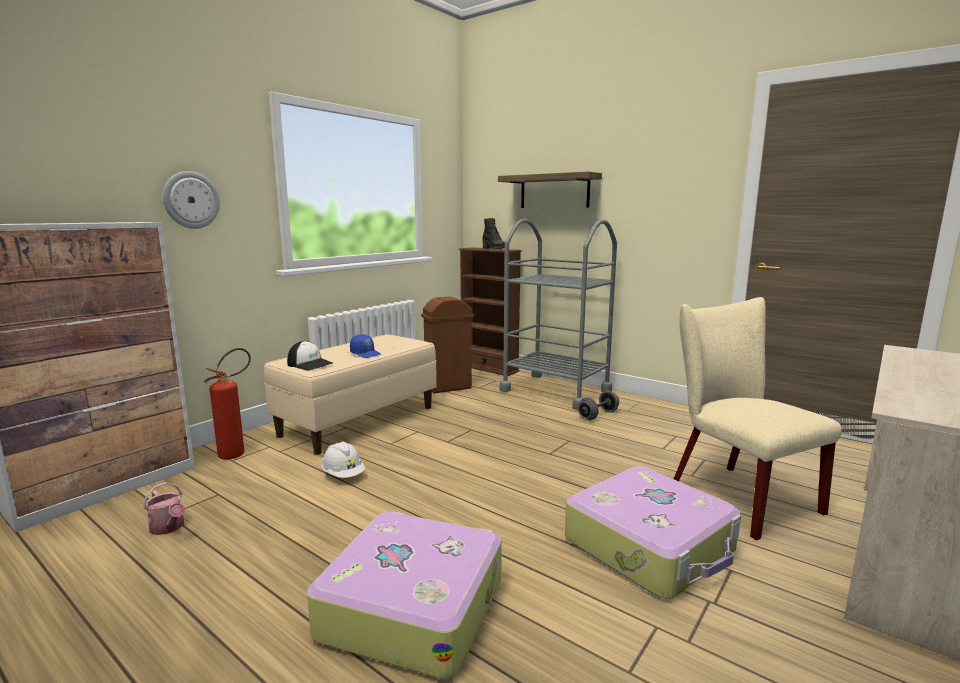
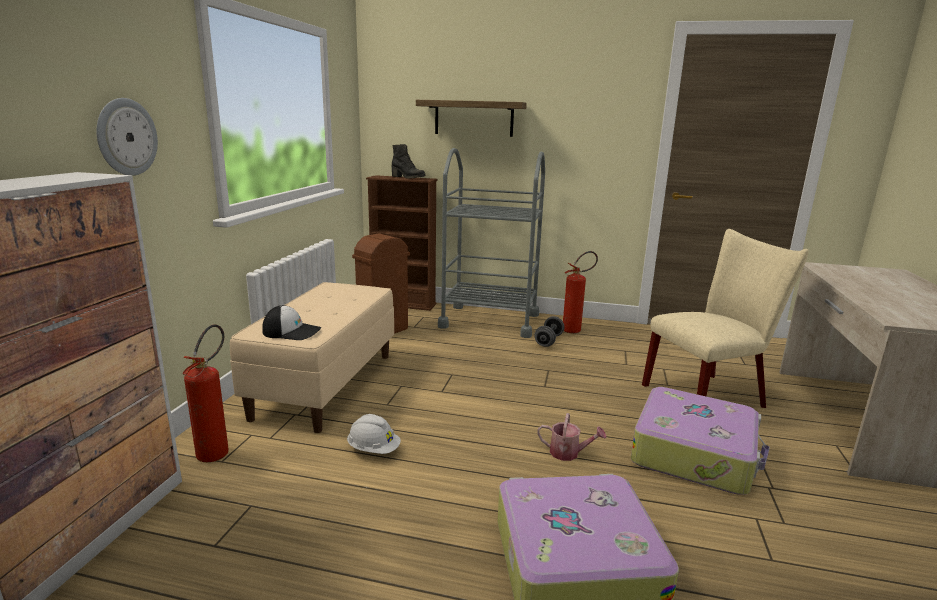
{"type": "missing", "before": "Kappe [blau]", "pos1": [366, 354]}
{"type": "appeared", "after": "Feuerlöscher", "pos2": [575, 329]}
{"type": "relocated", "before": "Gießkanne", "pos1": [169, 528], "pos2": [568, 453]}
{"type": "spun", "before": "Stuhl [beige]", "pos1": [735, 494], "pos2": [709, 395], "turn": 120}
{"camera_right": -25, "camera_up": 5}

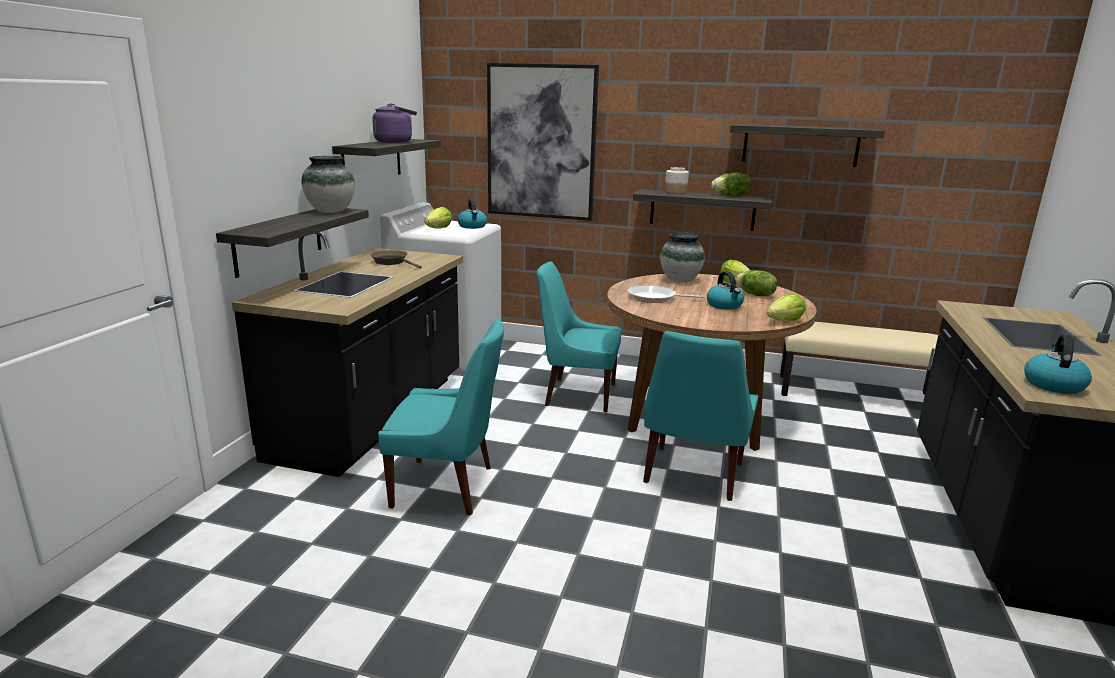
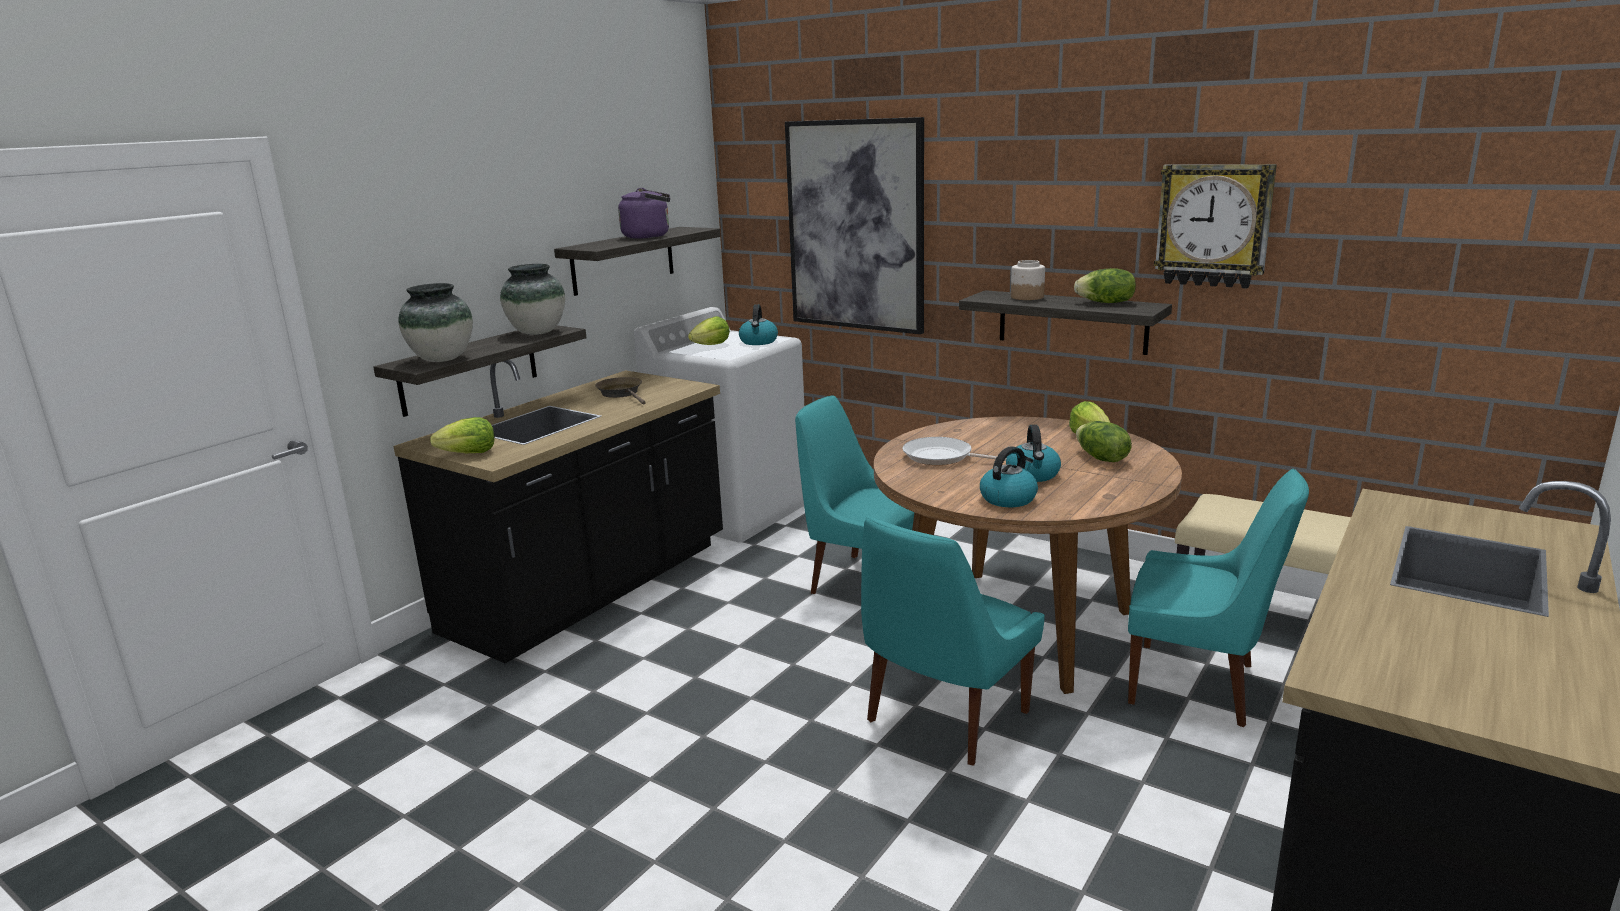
{"type": "relocated", "before": "Stuhl [türkis]", "pos1": [447, 487], "pos2": [1198, 685]}
{"type": "relocated", "before": "Vase", "pos1": [680, 280], "pos2": [443, 359]}
{"type": "relocated", "before": "Salatkopf", "pos1": [784, 321], "pos2": [469, 454]}
{"type": "relocated", "before": "Wasserkessel", "pos1": [1053, 384], "pos2": [1008, 498]}
{"type": "exchanged", "before": "Wandregal", "after": "Wanduhr", "pos1": [800, 145], "pos2": [1213, 225]}
{"camera_right": 20, "camera_up": 0}

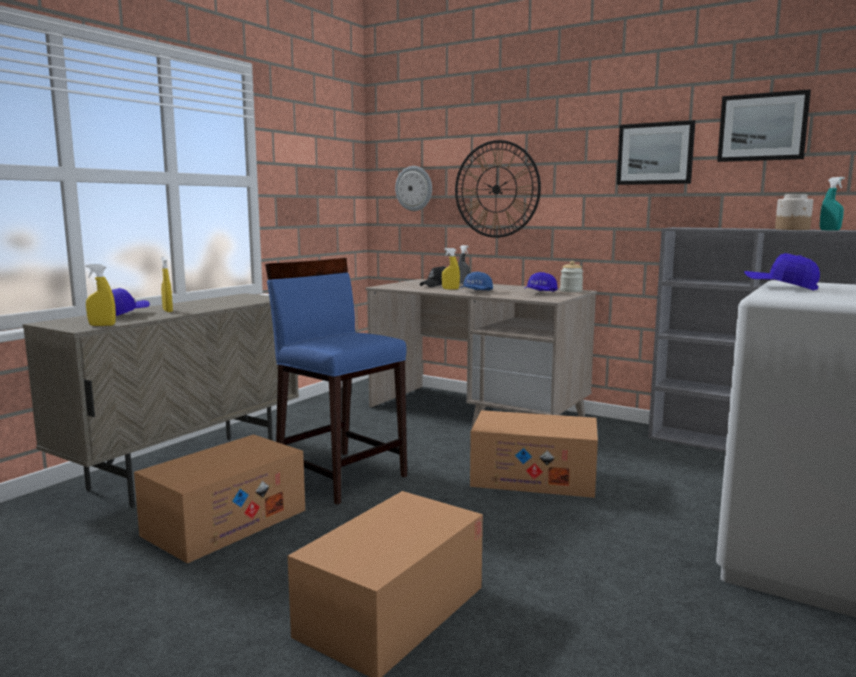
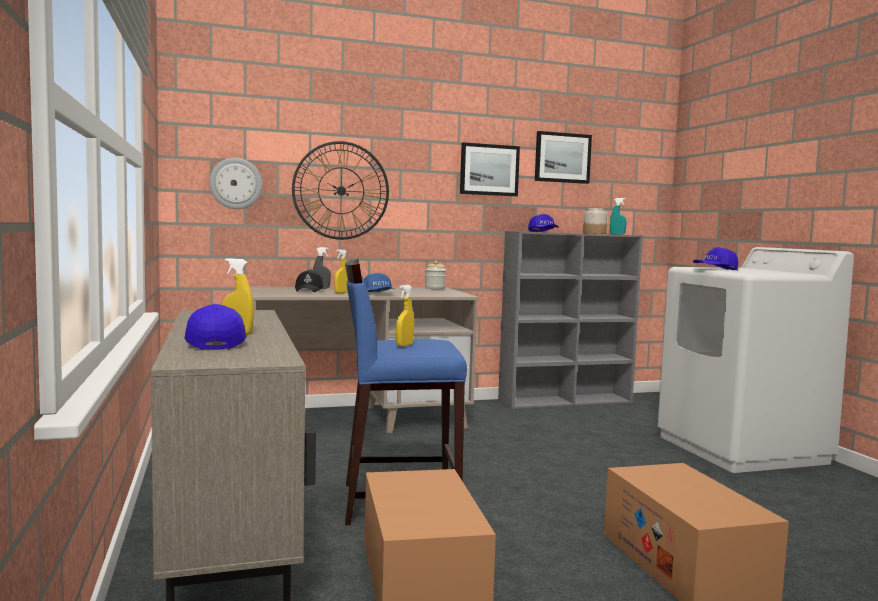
{"type": "missing", "before": "Karton", "pos1": [533, 478]}
{"type": "relocated", "before": "Sprühflasche [gelb]", "pos1": [102, 325], "pos2": [404, 345]}
{"type": "relocated", "before": "Kappe [blau]", "pos1": [540, 293], "pos2": [543, 232]}
{"camera_right": -50, "camera_up": -5}

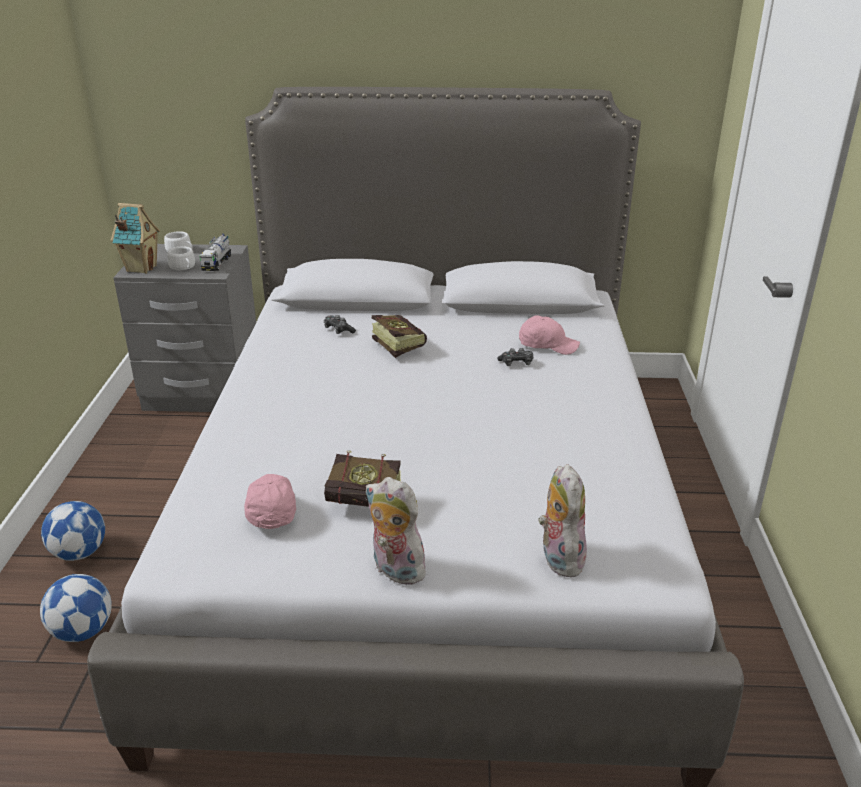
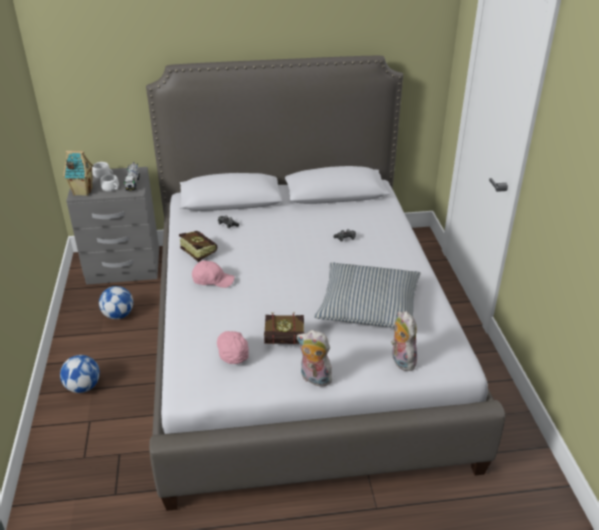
{"type": "appeared", "after": "Kissen", "pos2": [368, 306]}
{"type": "relocated", "before": "Fußball", "pos1": [83, 631], "pos2": [118, 315]}
{"type": "relocated", "before": "Buch", "pos1": [395, 345], "pos2": [196, 252]}
{"type": "relocated", "before": "Kappe [rosa]", "pos1": [547, 345], "pos2": [212, 280]}
{"camera_right": -10, "camera_up": 5}

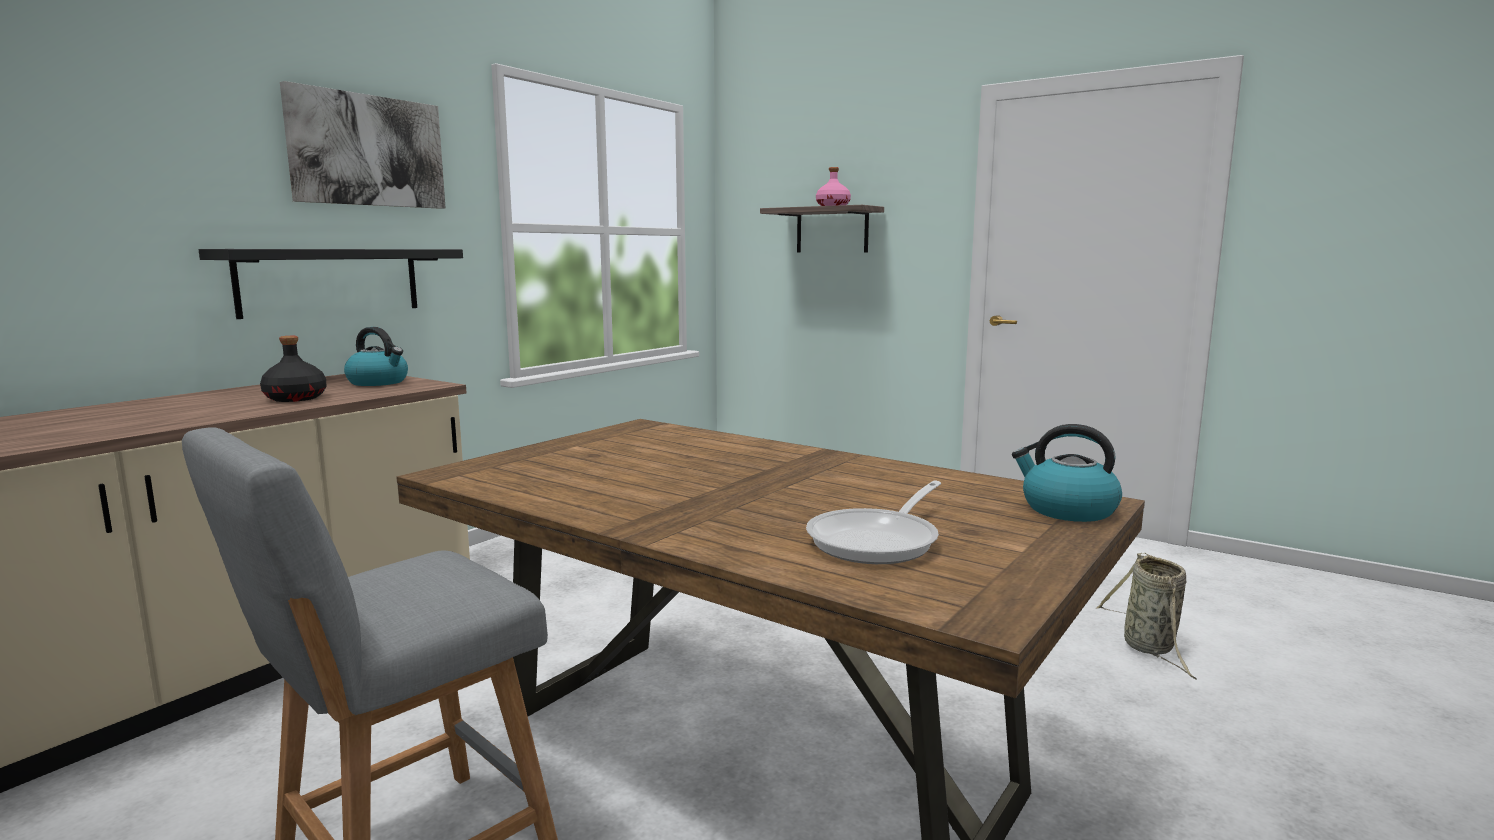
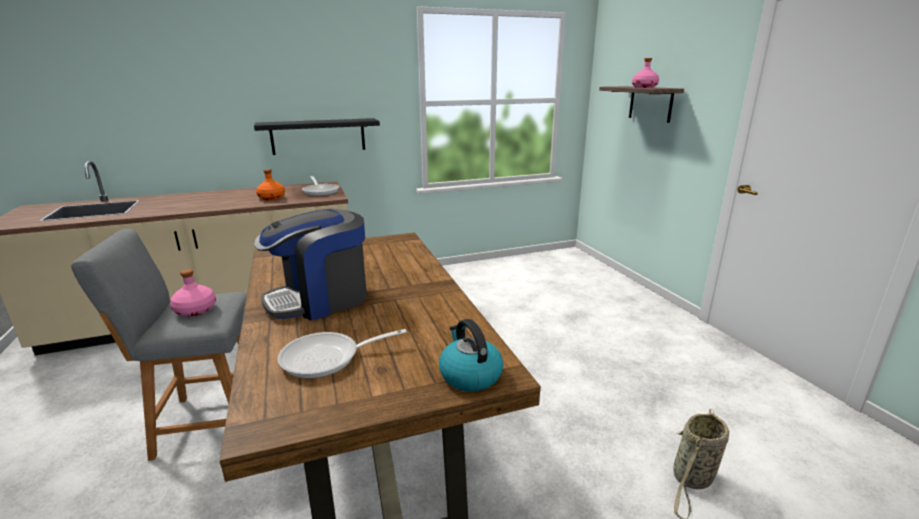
{"type": "missing", "before": "Bild", "pos1": [367, 151]}
{"type": "appeared", "after": "Flasche [rosa]", "pos2": [195, 310]}
{"type": "appeared", "after": "Kaffeemaschine", "pos2": [320, 299]}
{"type": "exchanged", "before": "Wasserkessel", "after": "Pfanne", "pos1": [379, 382], "pos2": [320, 191]}
{"type": "colour", "before": "Flasche [schwarz]", "after": "Flasche [orange]", "pos1": [296, 398], "pos2": [271, 198]}
{"camera_right": 35, "camera_up": 10}

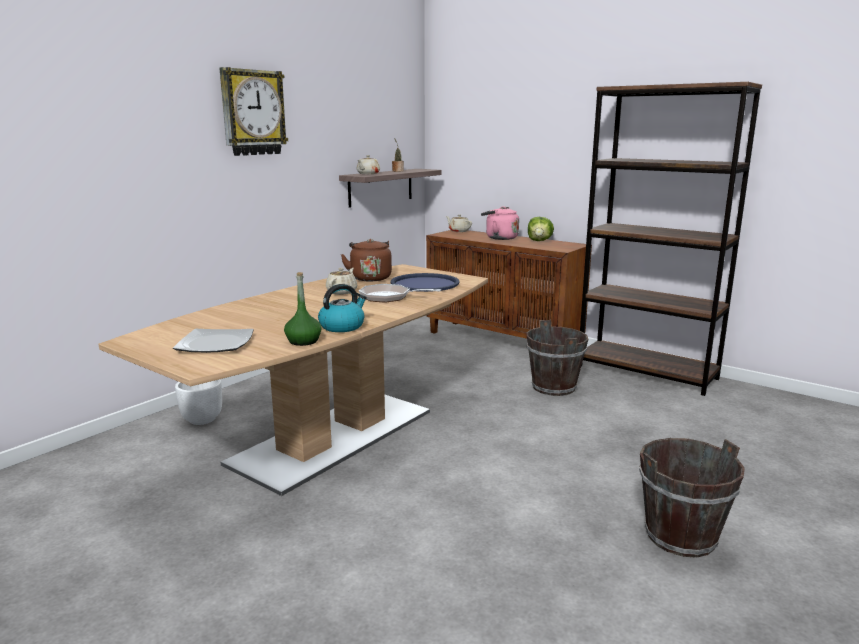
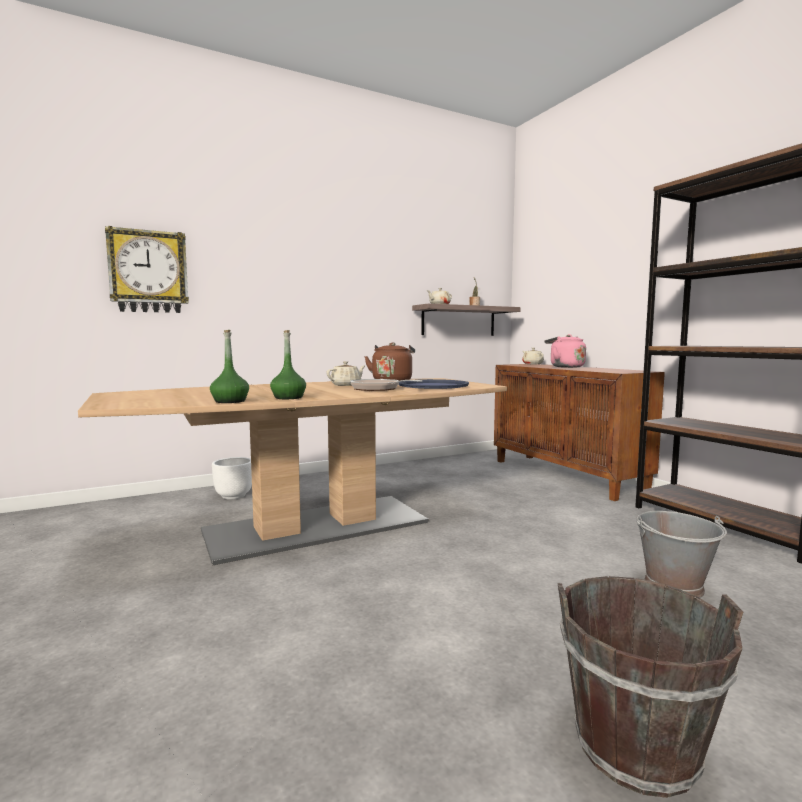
{"type": "missing", "before": "Teller", "pos1": [216, 343]}
{"type": "missing", "before": "Eimer [braun]", "pos1": [553, 387]}
{"type": "missing", "before": "Salatkopf", "pos1": [539, 241]}
{"type": "appeared", "after": "Eimer [grau]", "pos2": [674, 586]}
{"type": "relocated", "before": "Wanduhr", "pos1": [252, 113], "pos2": [148, 272]}
{"type": "exchanged", "before": "Wasserkessel", "after": "Flasche [grün]", "pos1": [342, 326], "pos2": [288, 398]}
{"camera_right": 25, "camera_up": -10}

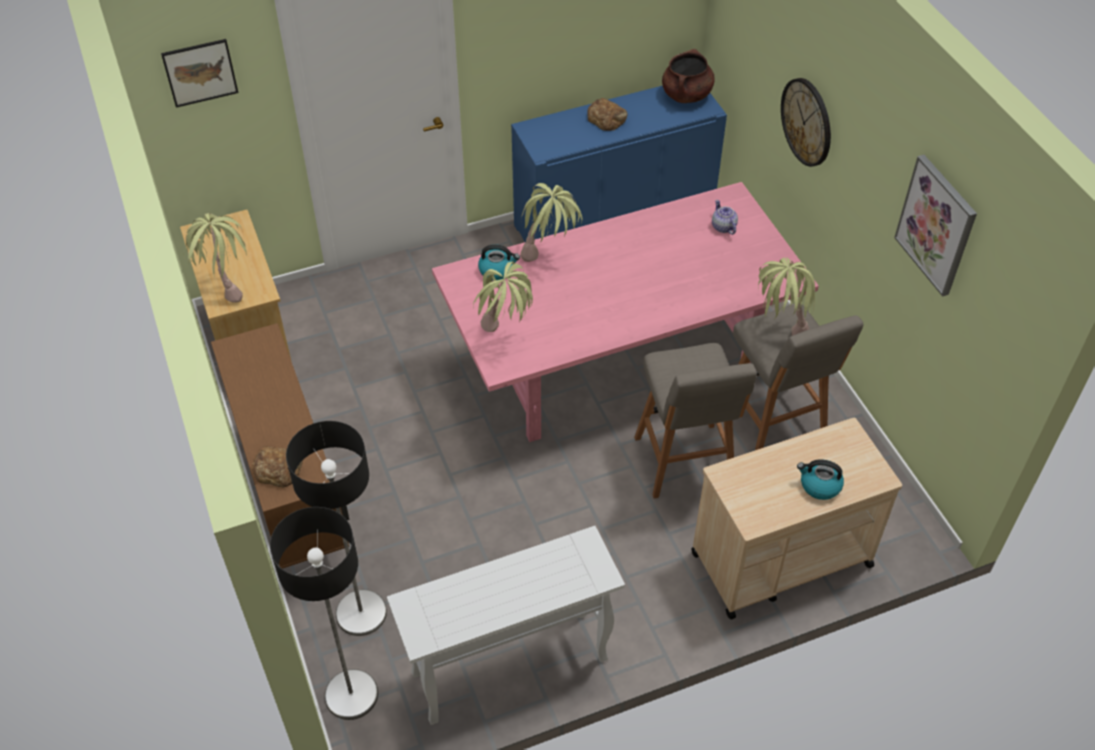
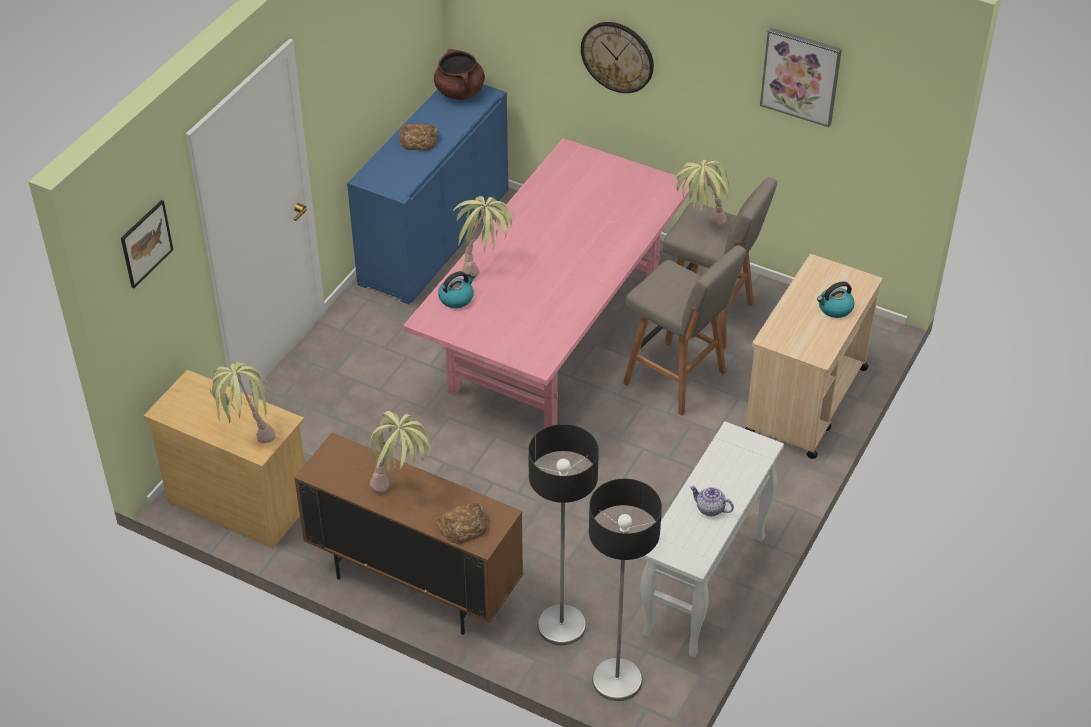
{"type": "relocated", "before": "Topfpflanze", "pos1": [506, 338], "pos2": [402, 487]}
{"type": "relocated", "before": "Teekanne", "pos1": [723, 227], "pos2": [710, 509]}
{"camera_right": -40, "camera_up": -5}

